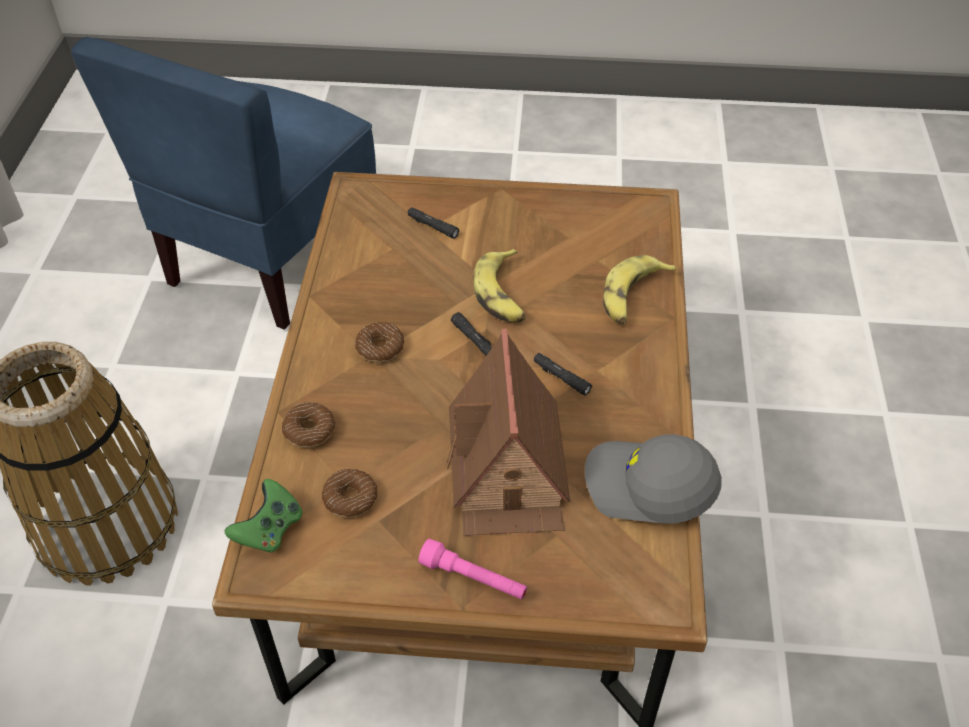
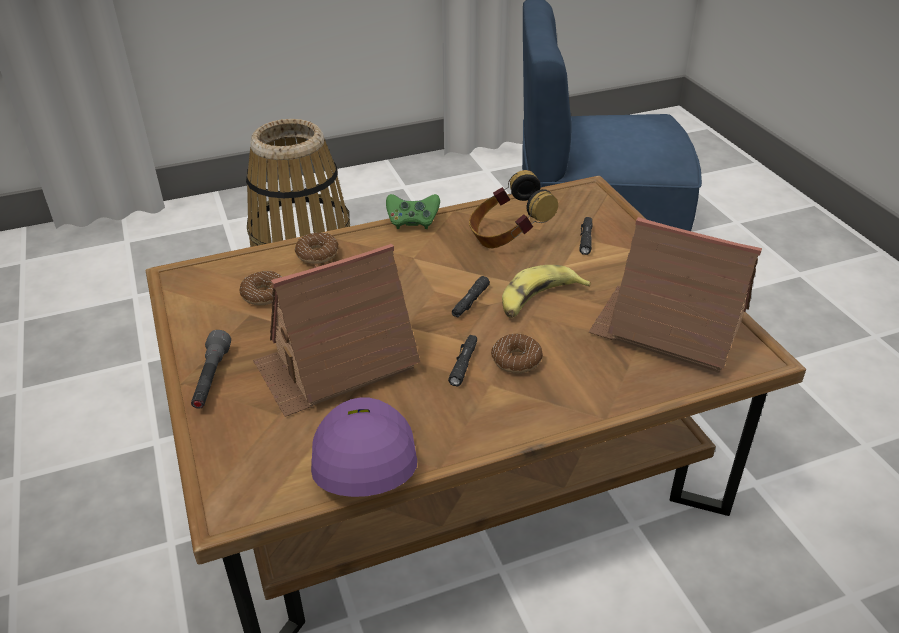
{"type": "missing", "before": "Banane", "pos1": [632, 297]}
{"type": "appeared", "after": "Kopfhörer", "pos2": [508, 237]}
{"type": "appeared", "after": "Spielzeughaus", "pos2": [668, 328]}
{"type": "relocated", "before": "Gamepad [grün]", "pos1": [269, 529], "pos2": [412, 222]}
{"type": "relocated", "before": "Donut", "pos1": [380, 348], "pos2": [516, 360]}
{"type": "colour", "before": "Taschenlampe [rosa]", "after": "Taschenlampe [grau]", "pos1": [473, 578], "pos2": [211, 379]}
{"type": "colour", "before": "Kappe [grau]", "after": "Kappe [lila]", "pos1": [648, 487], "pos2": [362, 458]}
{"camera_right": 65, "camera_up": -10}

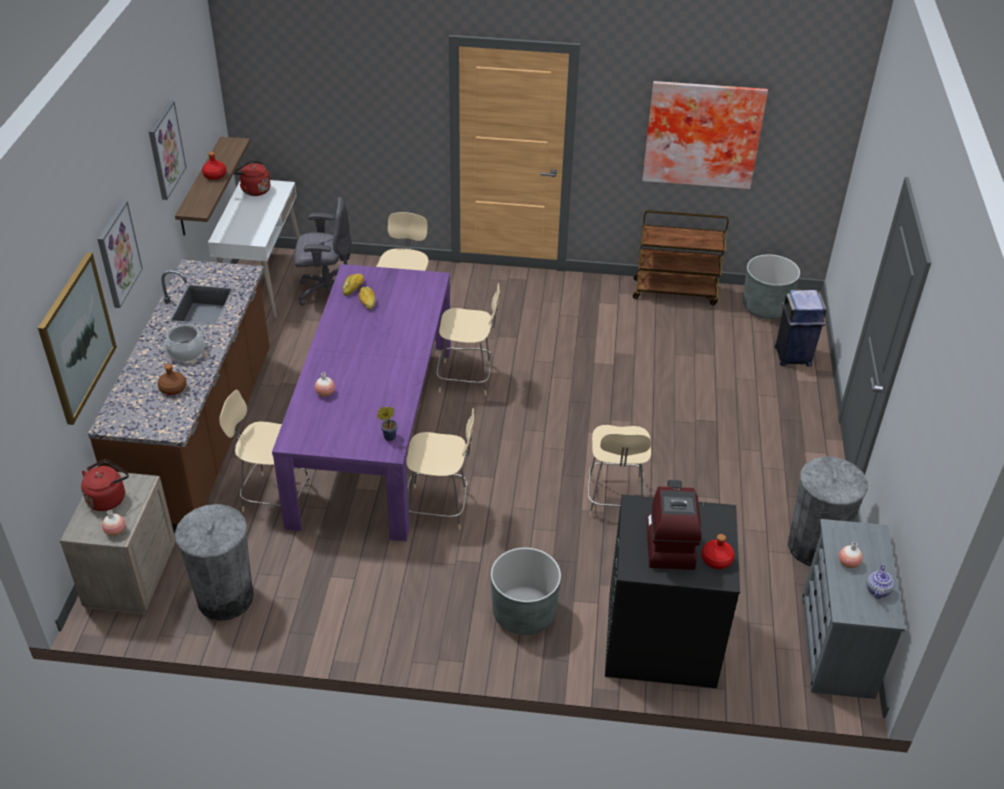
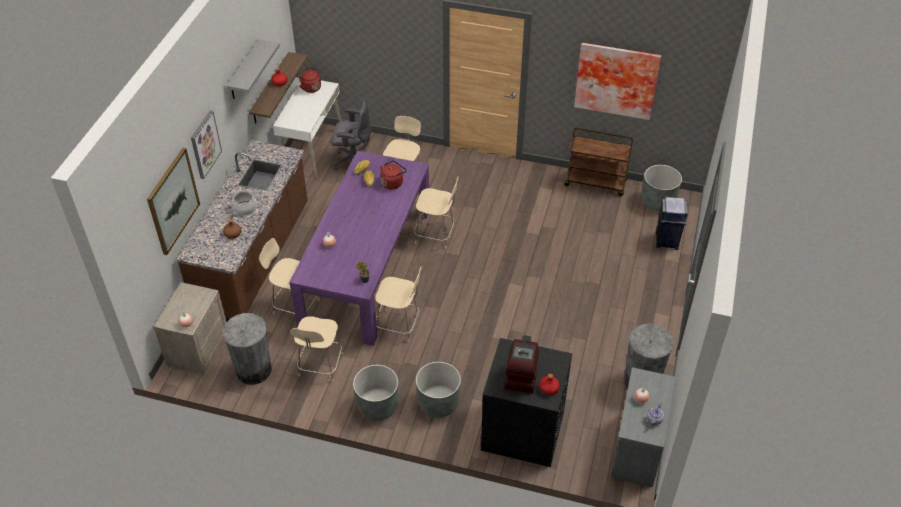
{"type": "appeared", "after": "Pflanzkübel [grau]", "pos2": [377, 406]}
{"type": "relocated", "before": "Wasserkessel [rot]", "pos1": [108, 498], "pos2": [393, 182]}
{"type": "relocated", "before": "Stuhl [beige]", "pos1": [615, 500], "pos2": [320, 366]}
{"type": "exchanged", "before": "Bild", "after": "Wandregal [grau]", "pos1": [165, 150], "pos2": [244, 70]}
{"camera_right": 10, "camera_up": 5}

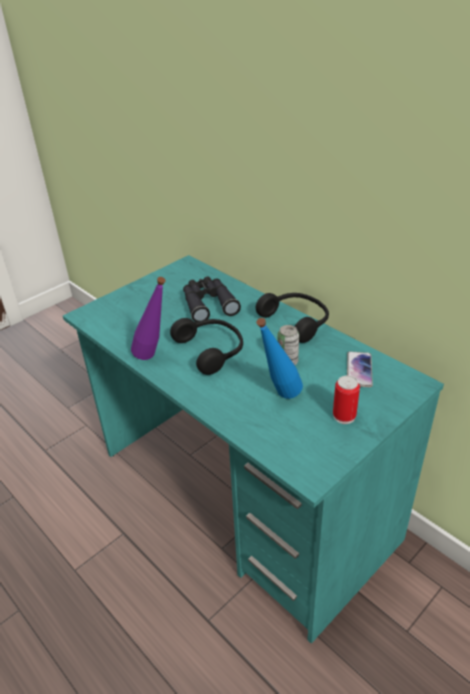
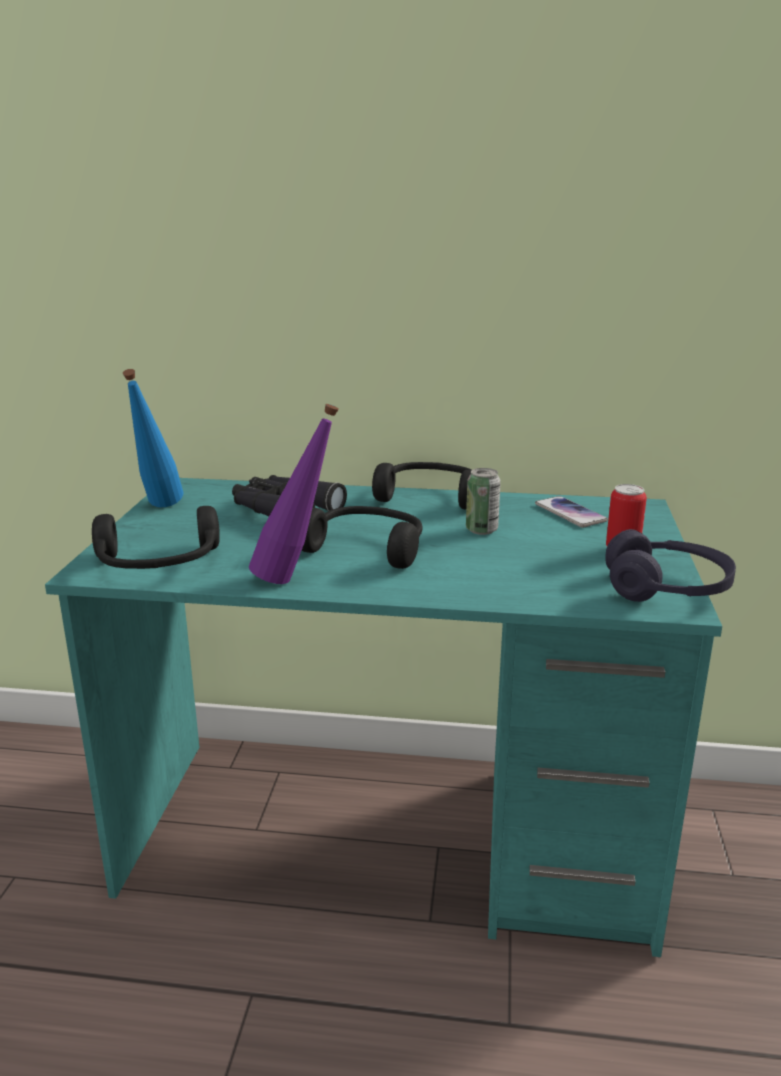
{"type": "appeared", "after": "Kopfhörer [schwarz]", "pos2": [158, 564]}
{"type": "appeared", "after": "Kopfhörer [lila]", "pos2": [666, 588]}
{"type": "relocated", "before": "Flasche [blau]", "pos1": [279, 398], "pos2": [158, 509]}
{"camera_right": -40, "camera_up": -15}

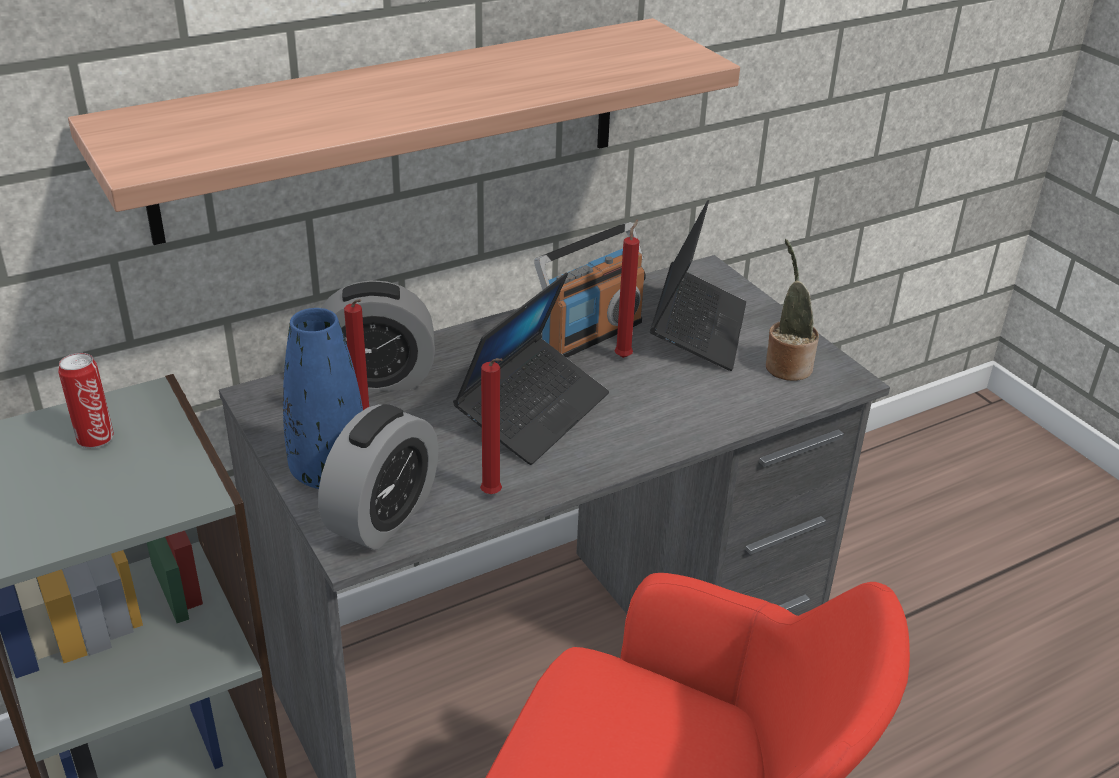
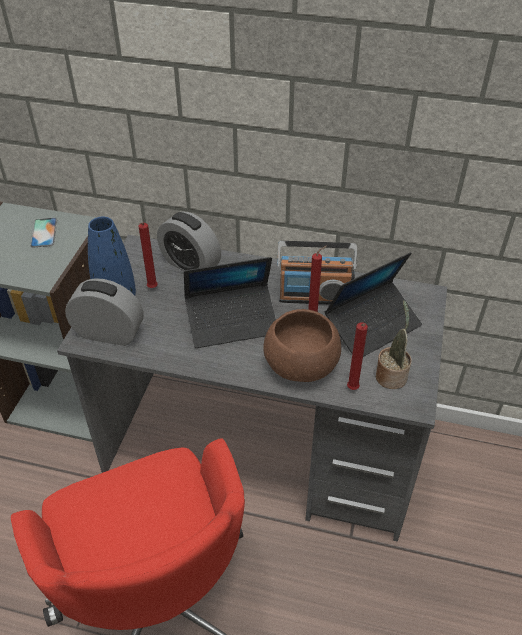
{"type": "missing", "before": "Wandregal", "pos1": [394, 128]}
{"type": "appeared", "after": "Schüssel [braun]", "pos2": [301, 365]}
{"type": "relocated", "before": "Kerze [rot]", "pos1": [493, 496], "pos2": [352, 390]}
{"type": "exchanged", "before": "Dose", "after": "Handy", "pos1": [95, 438], "pos2": [44, 232]}
{"type": "spun", "before": "Wecker", "pos1": [383, 517], "pos2": [109, 333], "turn": -150}
{"camera_right": 45, "camera_up": 10}

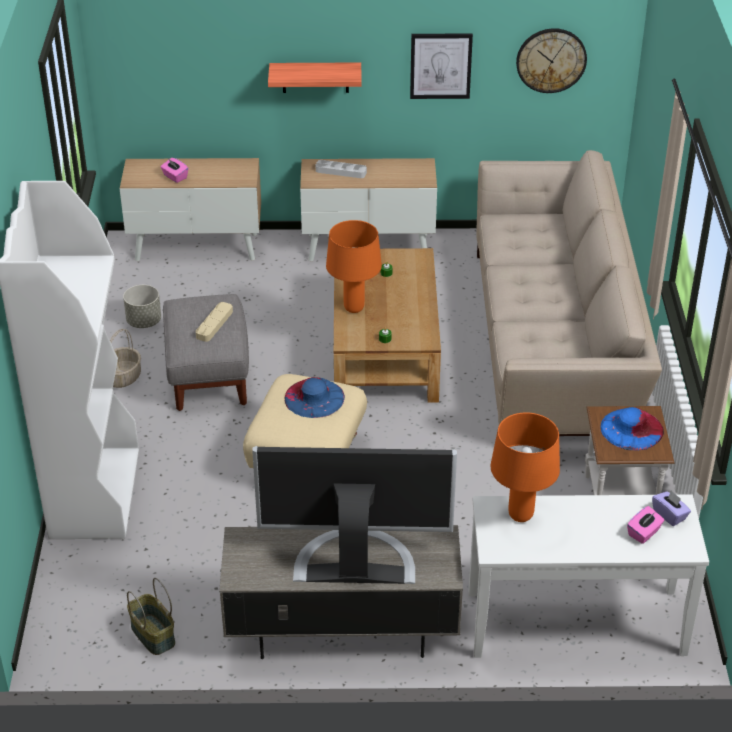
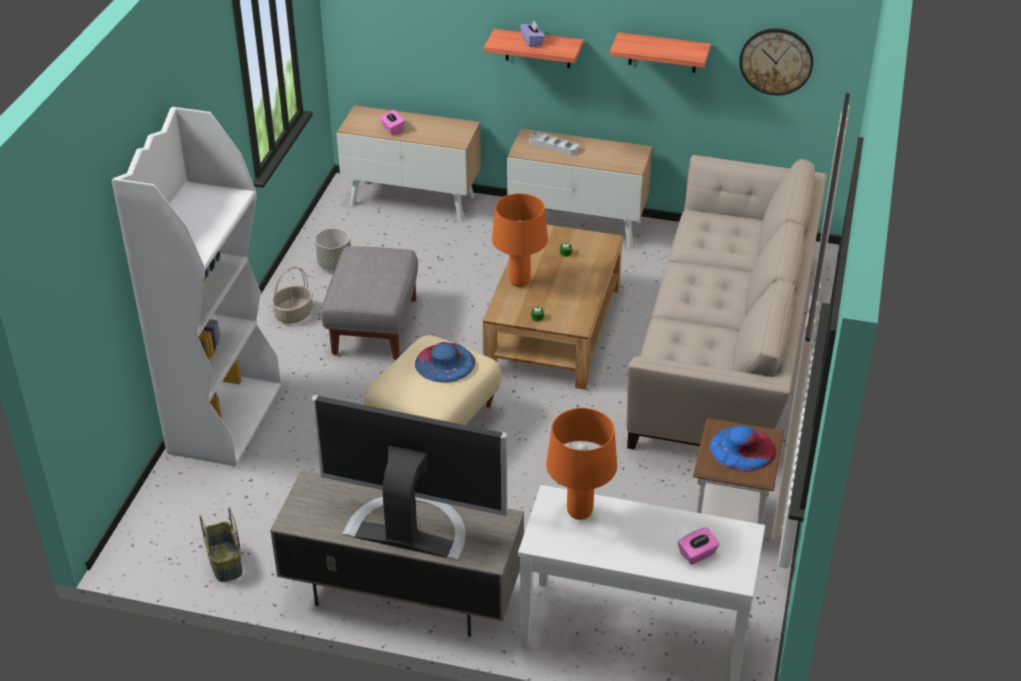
{"type": "missing", "before": "Tablett [beige]", "pos1": [214, 324]}
{"type": "relocated", "before": "Taschentuchbox [lila]", "pos1": [669, 515], "pos2": [532, 41]}
{"type": "exchanged", "before": "Bild", "after": "Wandregal", "pos1": [440, 65], "pos2": [662, 52]}
{"camera_right": 15, "camera_up": 0}

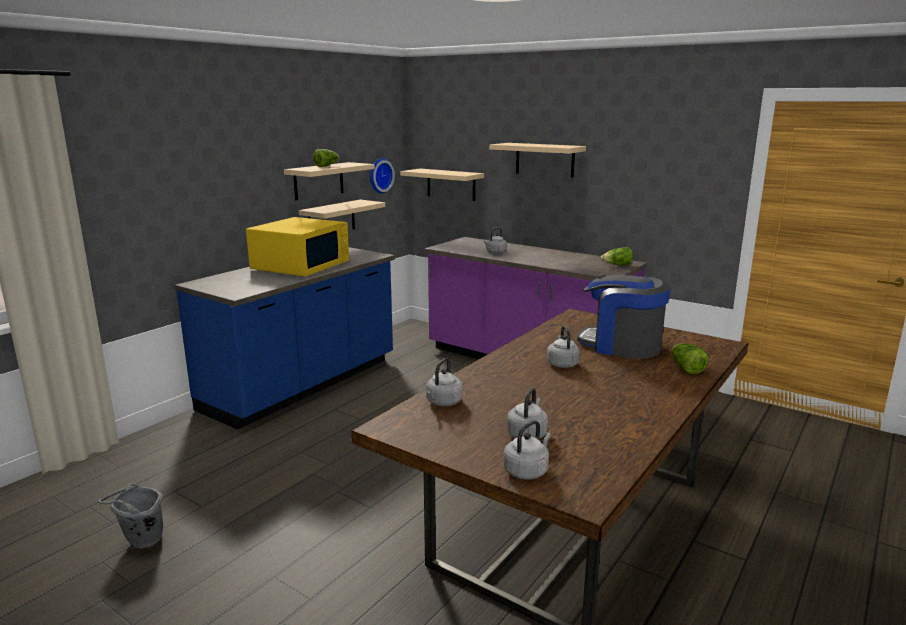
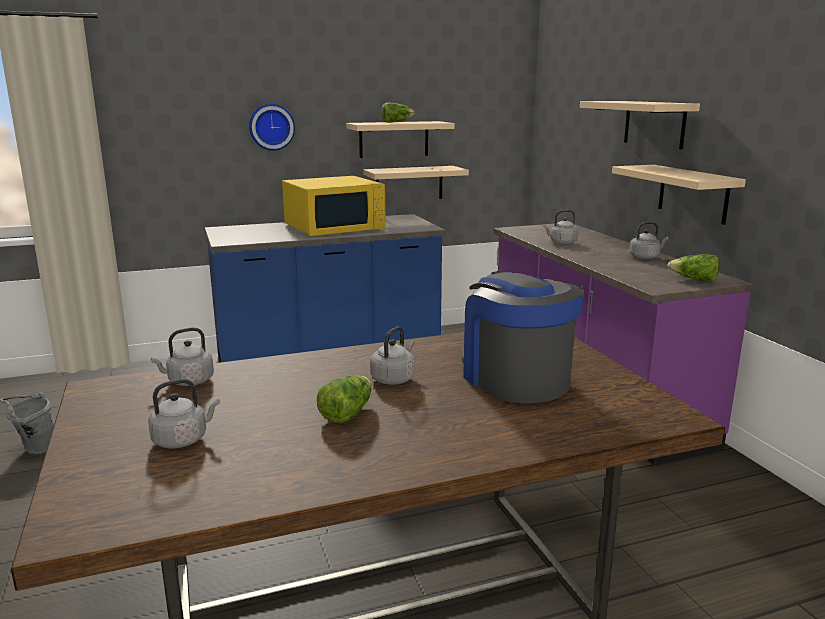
{"type": "relocated", "before": "Wanduhr", "pos1": [379, 175], "pos2": [271, 127]}
{"type": "relocated", "before": "Wandregal [beige]", "pos1": [451, 184], "pos2": [693, 193]}
{"type": "relocated", "before": "Wasserkessel [grau]", "pos1": [527, 471], "pos2": [645, 257]}
{"type": "relocated", "before": "Salatkopf", "pos1": [686, 368], "pos2": [347, 413]}
{"camera_right": 35, "camera_up": 0}

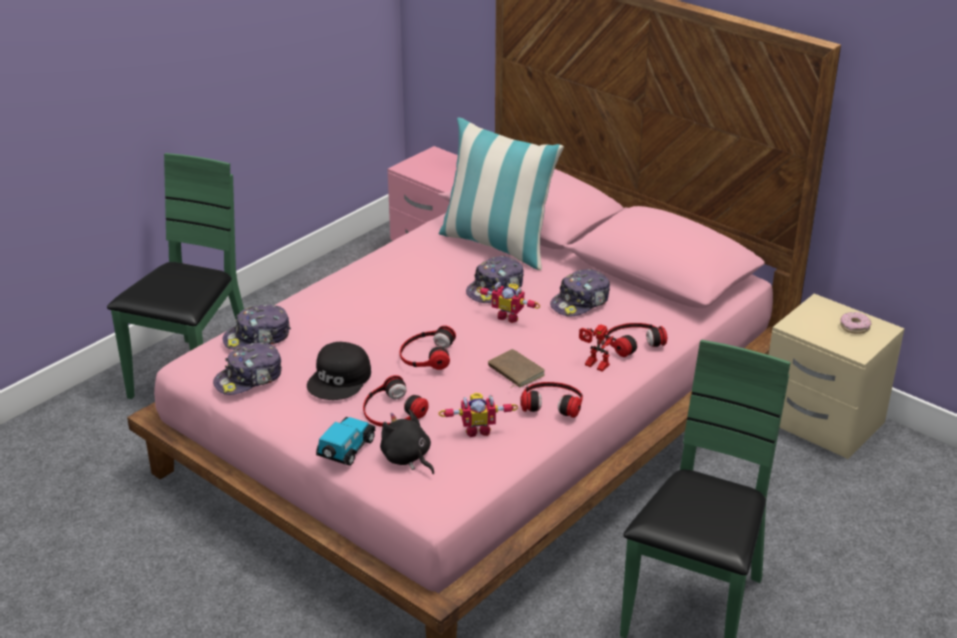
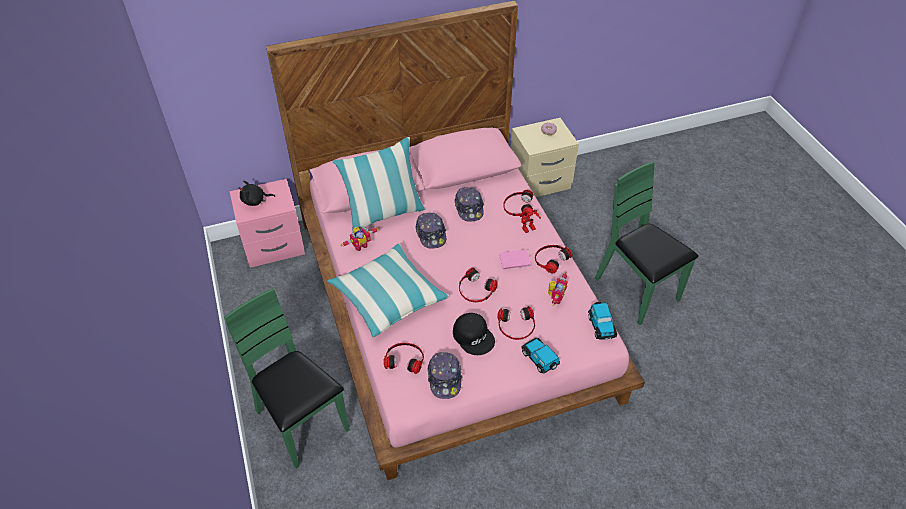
{"type": "appeared", "after": "Kissen", "pos2": [388, 297]}
{"type": "appeared", "after": "Spielzeugauto", "pos2": [601, 326]}
{"type": "relocated", "before": "Plüschtier [schwarz]", "pos1": [407, 458], "pos2": [255, 201]}
{"type": "relocated", "before": "Spielzeugroboter", "pos1": [509, 316], "pos2": [360, 245]}
{"type": "exchanged", "before": "Kappe", "after": "Kopfhörer", "pos1": [257, 337], "pos2": [404, 359]}
{"type": "colour", "before": "Buch [braun]", "after": "Buch [rosa]", "pos1": [514, 371], "pos2": [515, 261]}
{"camera_right": -60, "camera_up": 15}

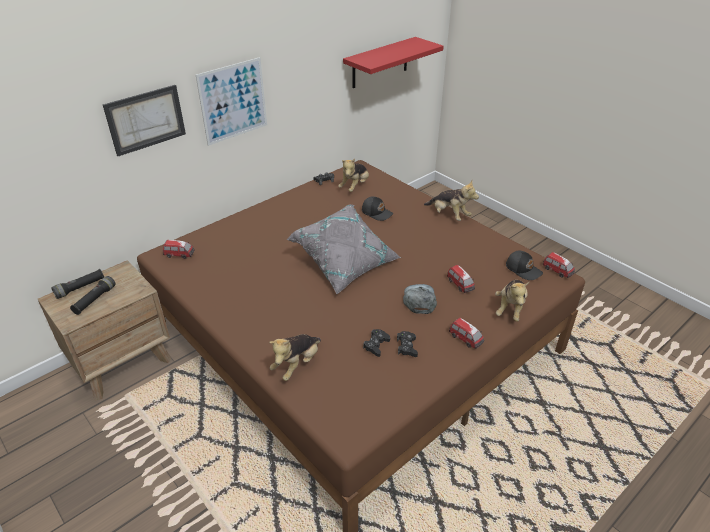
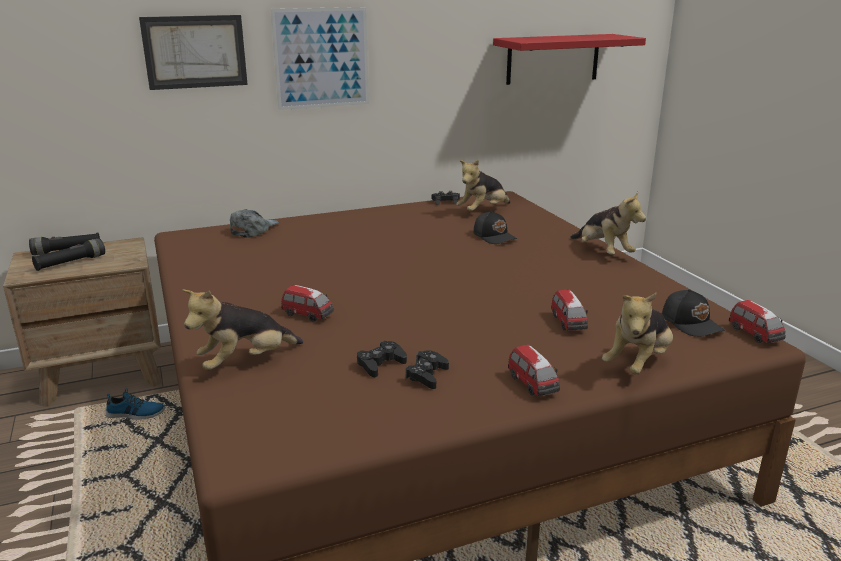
{"type": "missing", "before": "Kissen [grau]", "pos1": [345, 263]}
{"type": "appeared", "after": "Schuh", "pos2": [135, 414]}
{"type": "relocated", "before": "Spielzeugauto", "pos1": [180, 255], "pos2": [308, 315]}
{"type": "relocated", "before": "Kappe [grau]", "pos1": [419, 300], "pos2": [254, 229]}
{"camera_right": 20, "camera_up": -15}

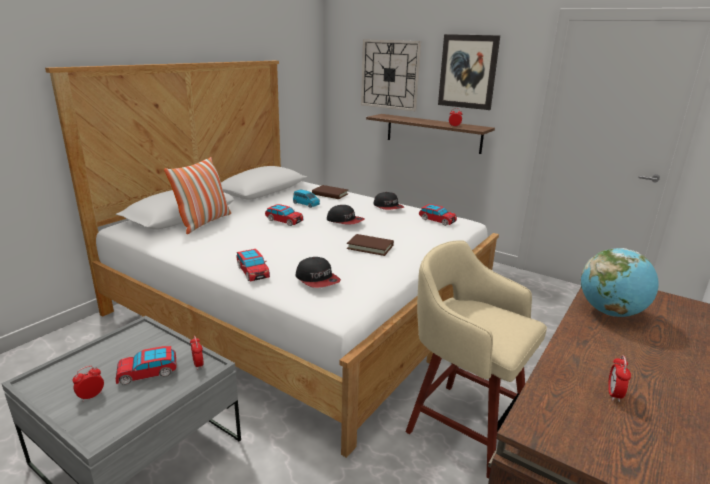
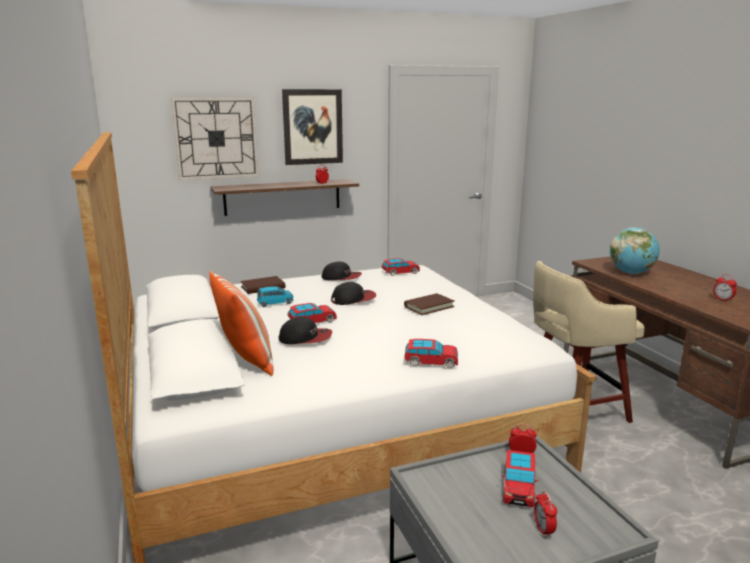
{"type": "relocated", "before": "Kappe", "pos1": [317, 279], "pos2": [305, 338]}
{"camera_right": -55, "camera_up": -5}

